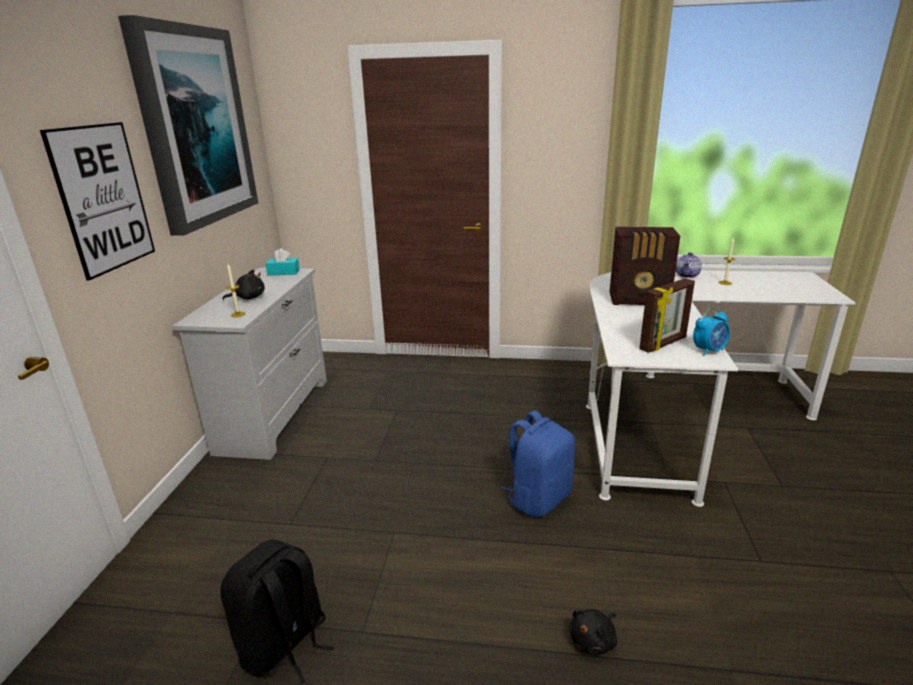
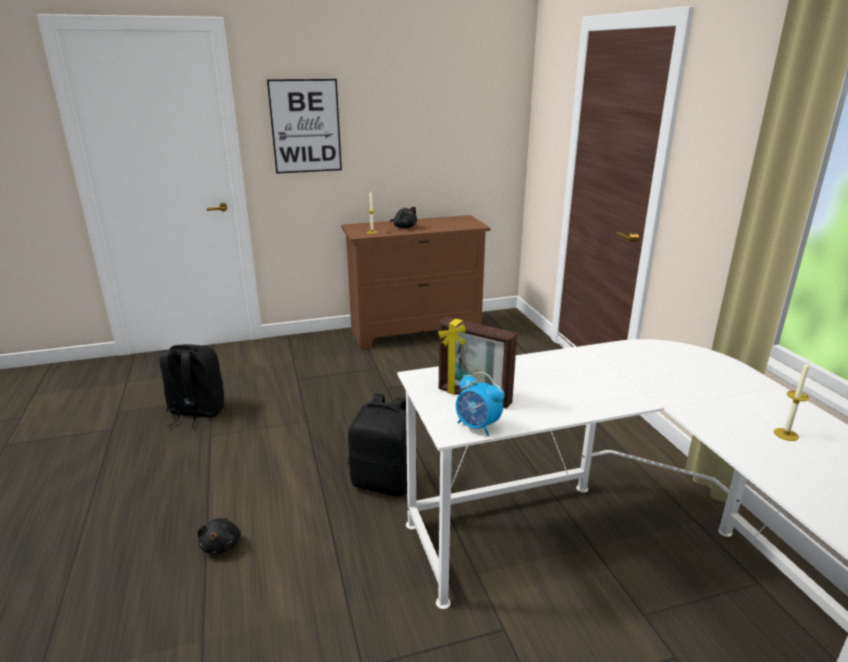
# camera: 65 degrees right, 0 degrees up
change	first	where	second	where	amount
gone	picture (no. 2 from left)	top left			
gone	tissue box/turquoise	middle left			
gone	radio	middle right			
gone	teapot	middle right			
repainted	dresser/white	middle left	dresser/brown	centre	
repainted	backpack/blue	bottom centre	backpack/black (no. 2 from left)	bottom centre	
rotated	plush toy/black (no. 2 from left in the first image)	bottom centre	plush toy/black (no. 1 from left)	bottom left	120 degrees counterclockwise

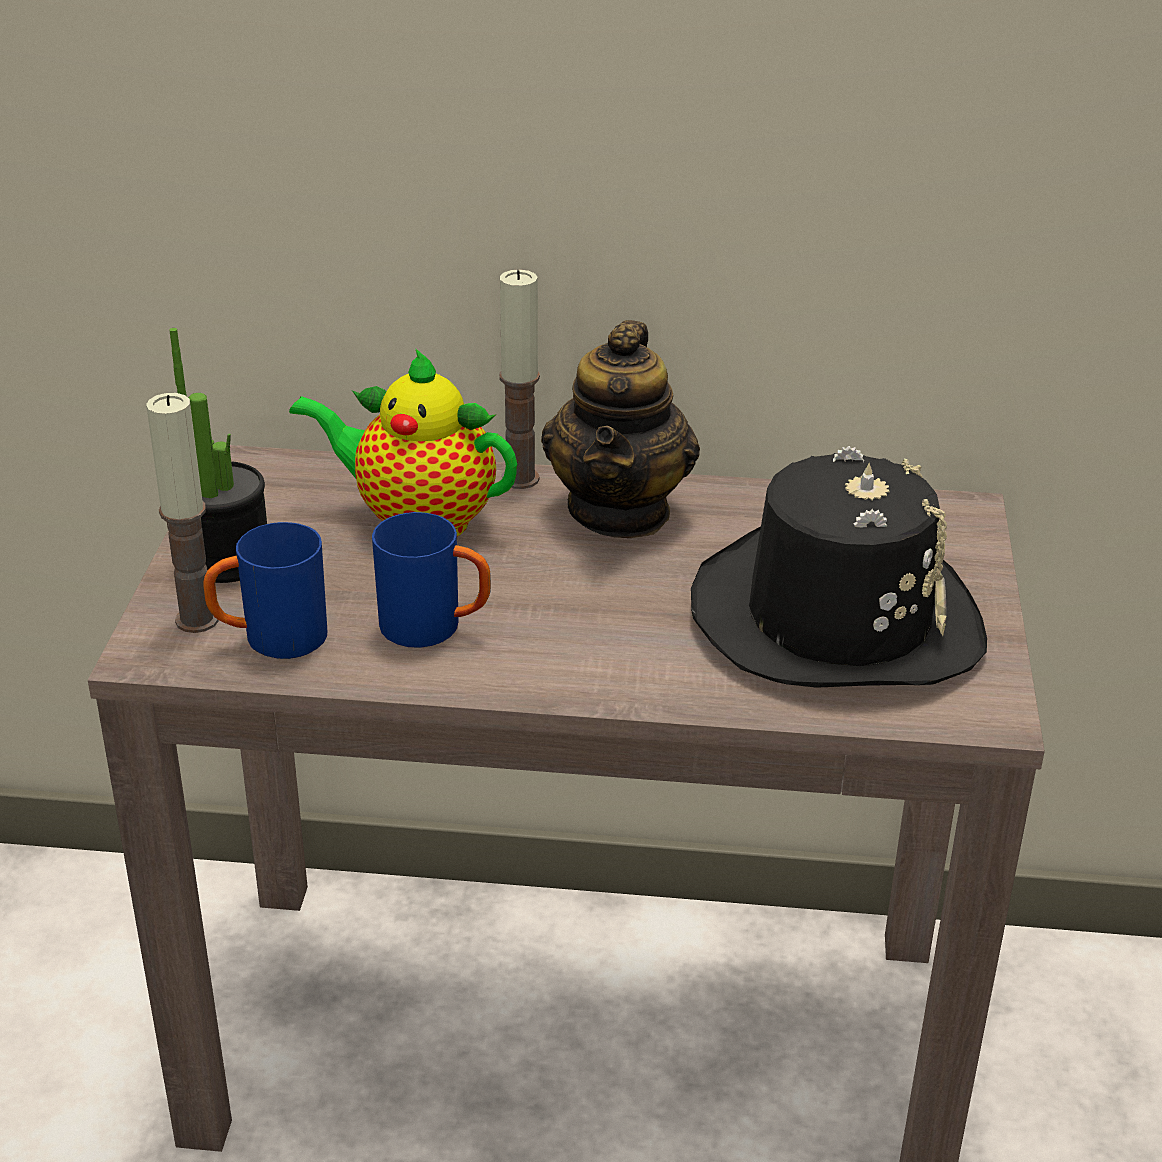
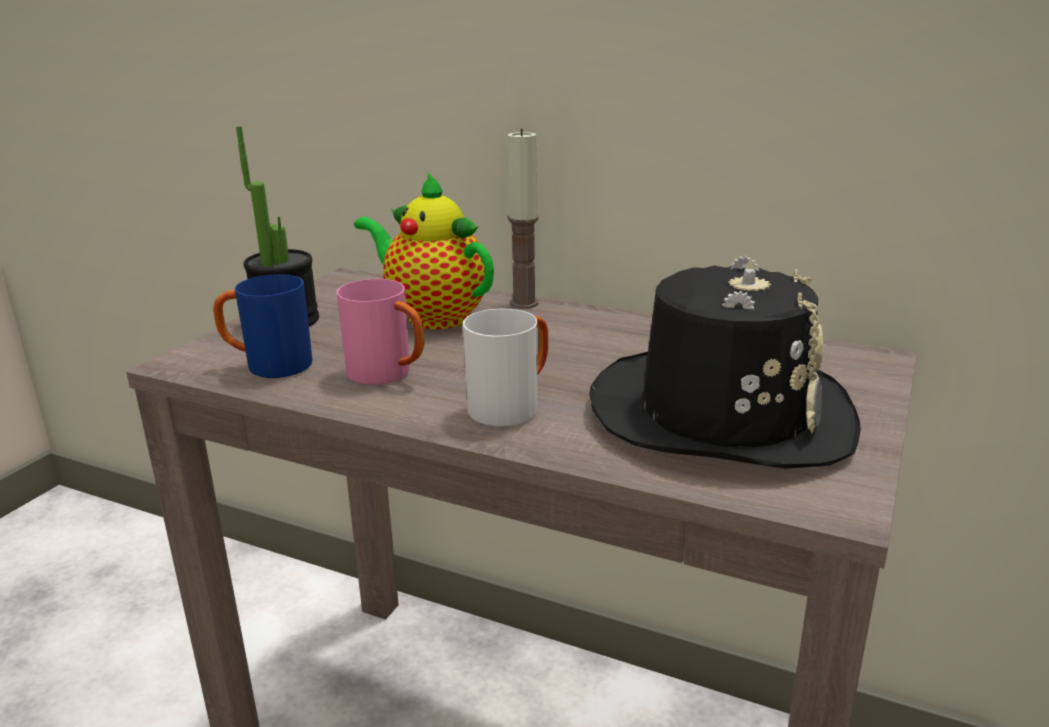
# camera: 20 degrees right, 10 degrees down
change	first	where	second	where	amount
gone	candle (no. 1 from left)	middle left			
gone	teapot (no. 2 from left)	centre			
new			mug/white	centre	
repainted	mug/blue (no. 2 from left)	centre	mug/pink	centre	

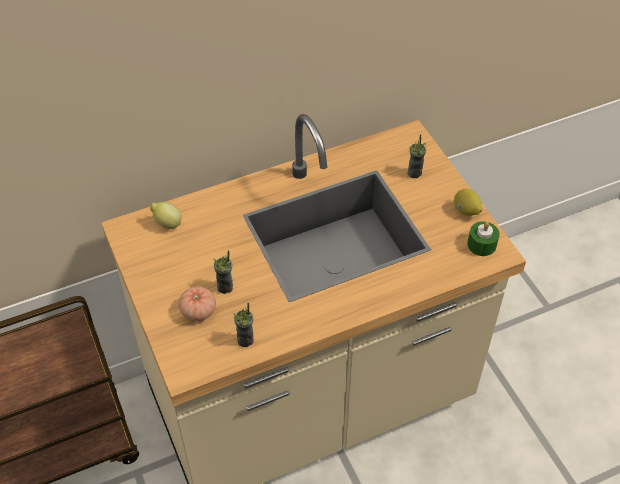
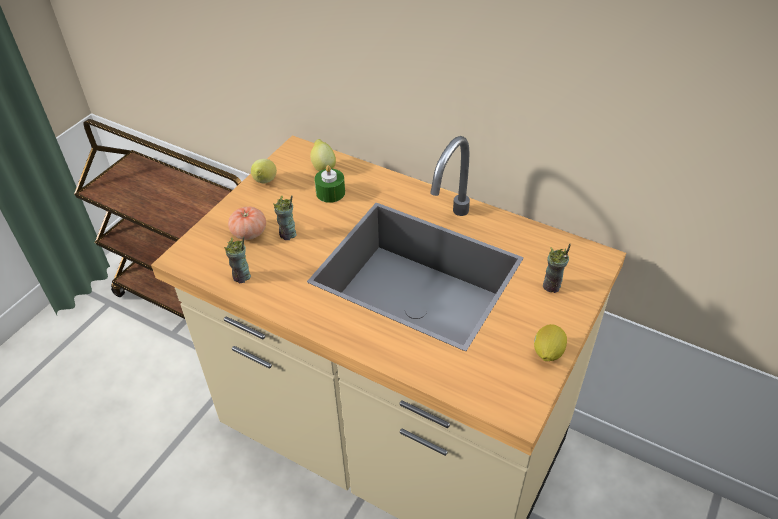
# camera: 55 degrees right, 5 degrees down
change	first	where	second	where	amount
new			lemon (no. 1 from left)	top centre	
shifted	candle/green	middle right		centre	

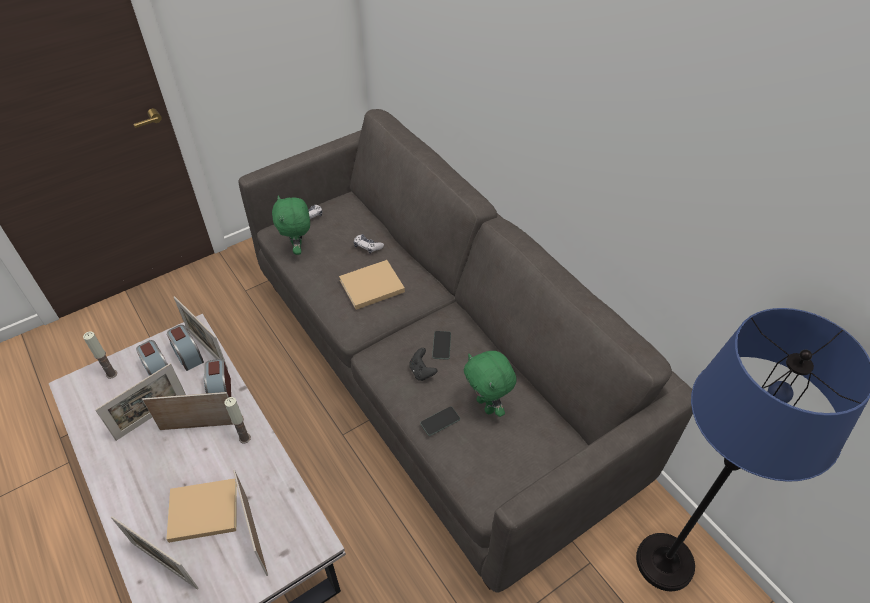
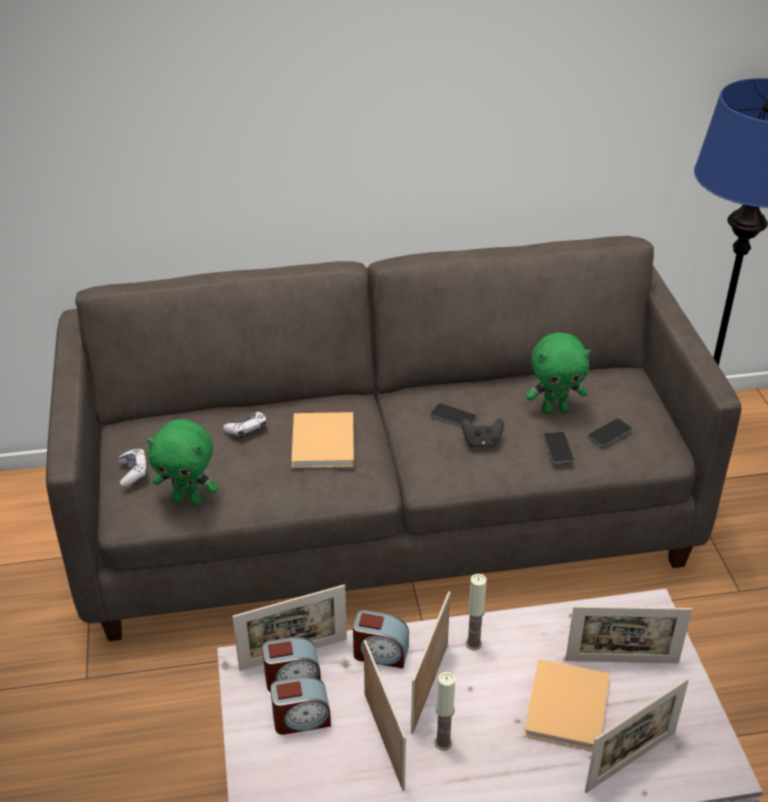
# camera: 65 degrees left, 10 degrees down
change	first	where	second	where	amount
new			phone (no. 3 from left)	middle right	
shifted	candle (no. 1 from left)	middle left		bottom centre	

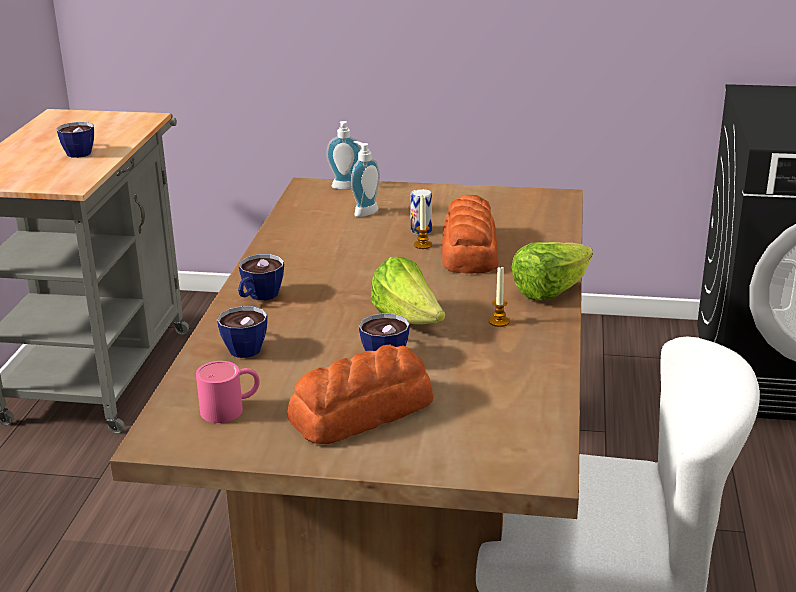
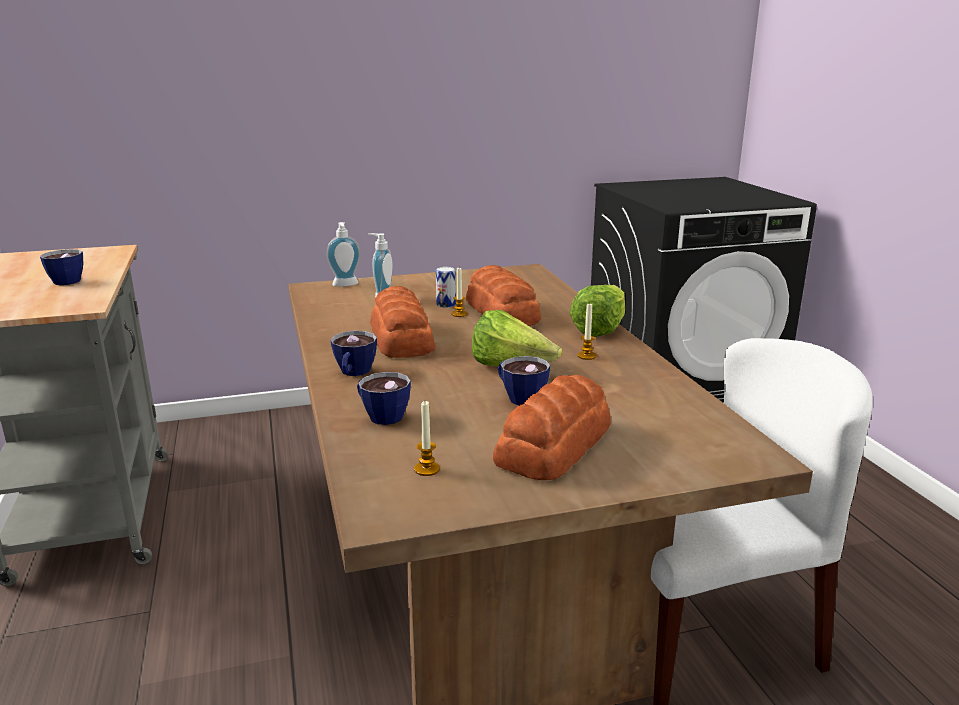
# camera: 25 degrees left, 5 degrees down
change	first	where	second	where	amount
new			bread (no. 1 from left)	centre	
swapped	mug/pink	middle left	candle (no. 1 from left)	centre	

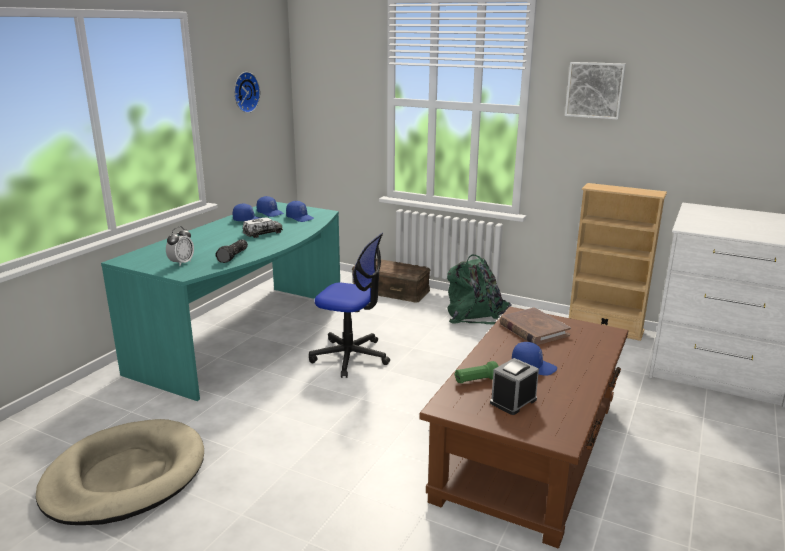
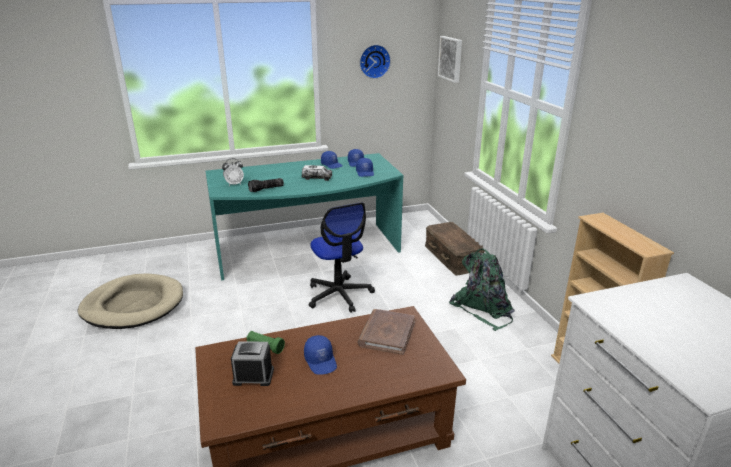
# camera: 45 degrees right, 5 degrees up
change	first	where	second	where	amount
shifted	picture	top right		top centre	

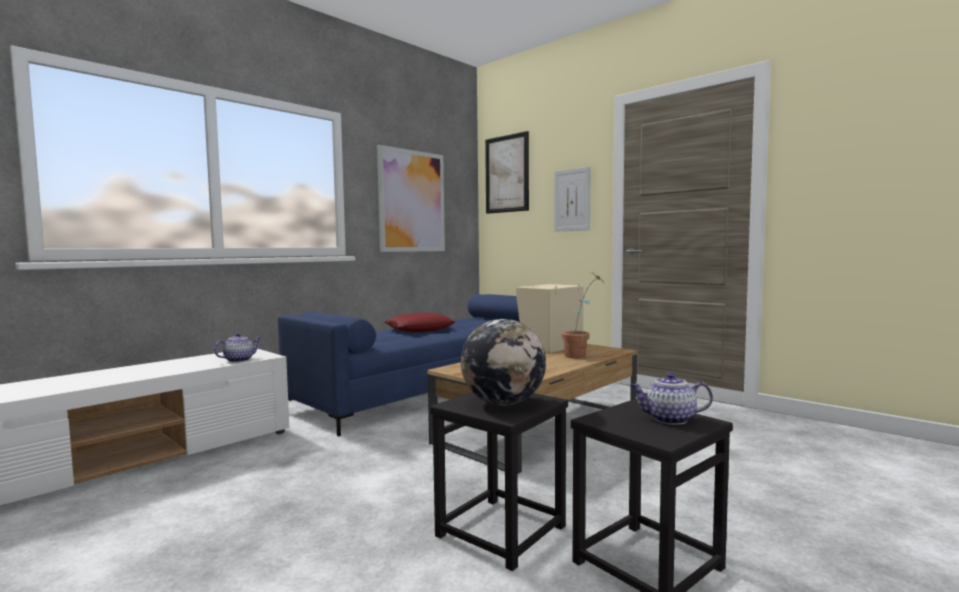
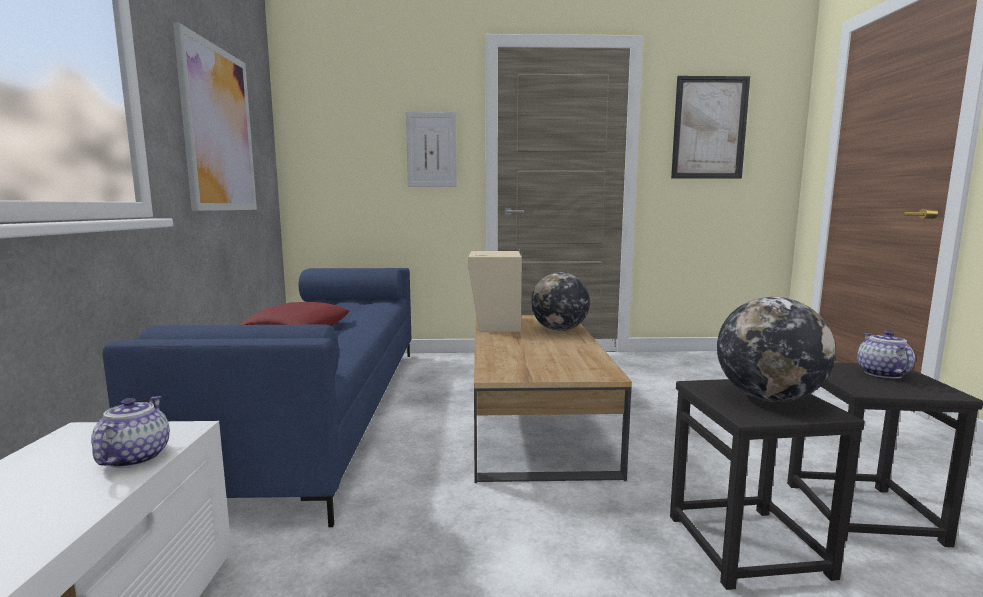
# camera: 45 degrees left, 5 degrees up
change	first	where	second	where	amount
shifted	picture (no. 2 from left in the first image)	top centre	picture (no. 3 from left)	top right	
swapped	potted plant	centre	globe (no. 1 from left)	centre	
rotated	teapot (no. 2 from left)	bottom right		middle right	135 degrees clockwise

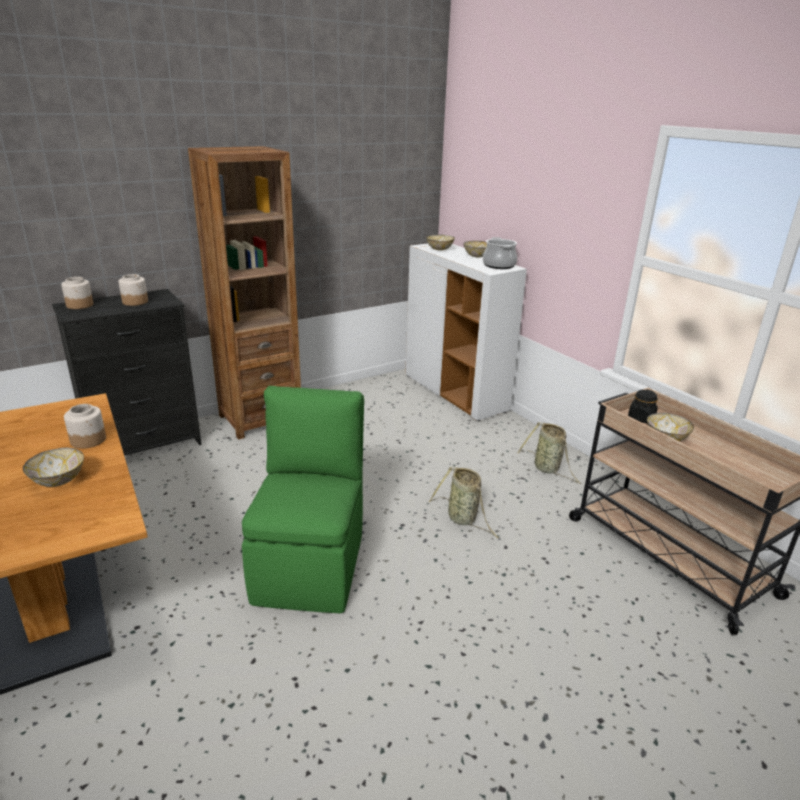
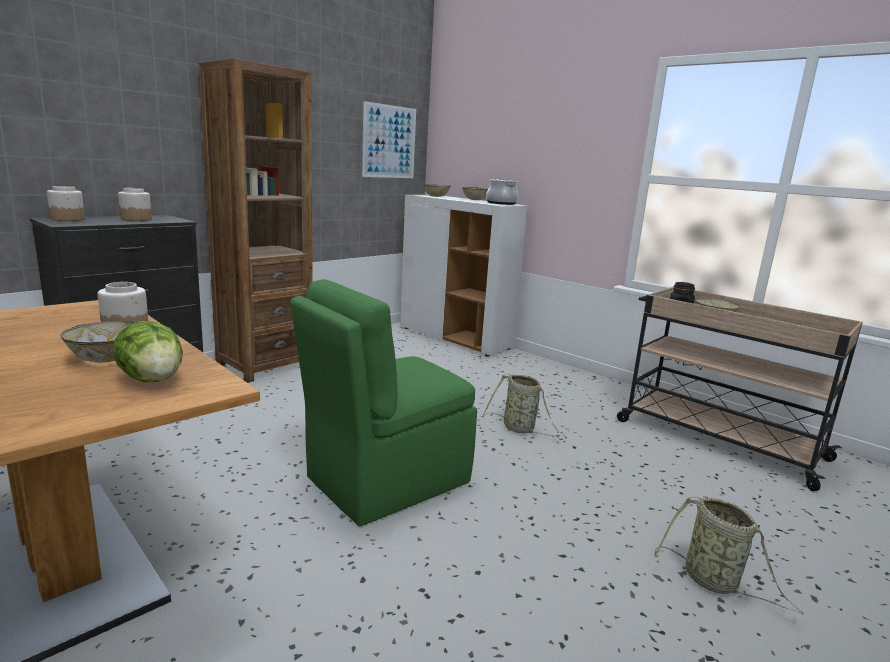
# camera: 15 degrees left, 10 degrees down
change	first	where	second	where	amount
new			lettuce	middle left	
new			picture	top centre	
shifted	basket (no. 2 from left)	middle right		bottom right	
rotated	chair/green	centre		centre	120 degrees counterclockwise

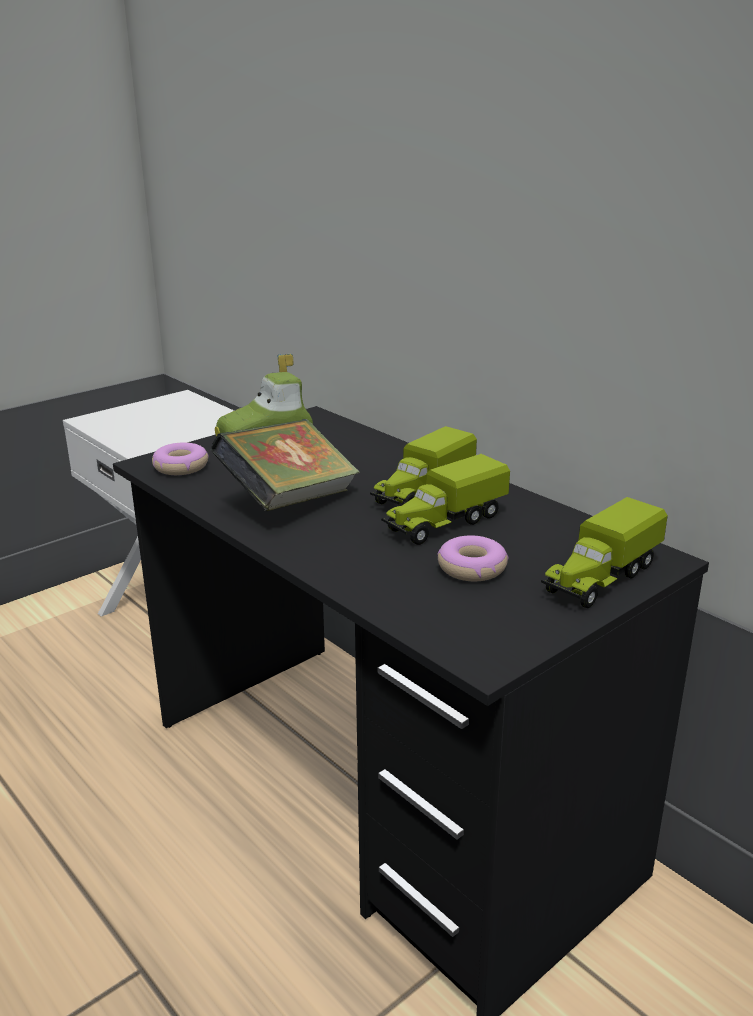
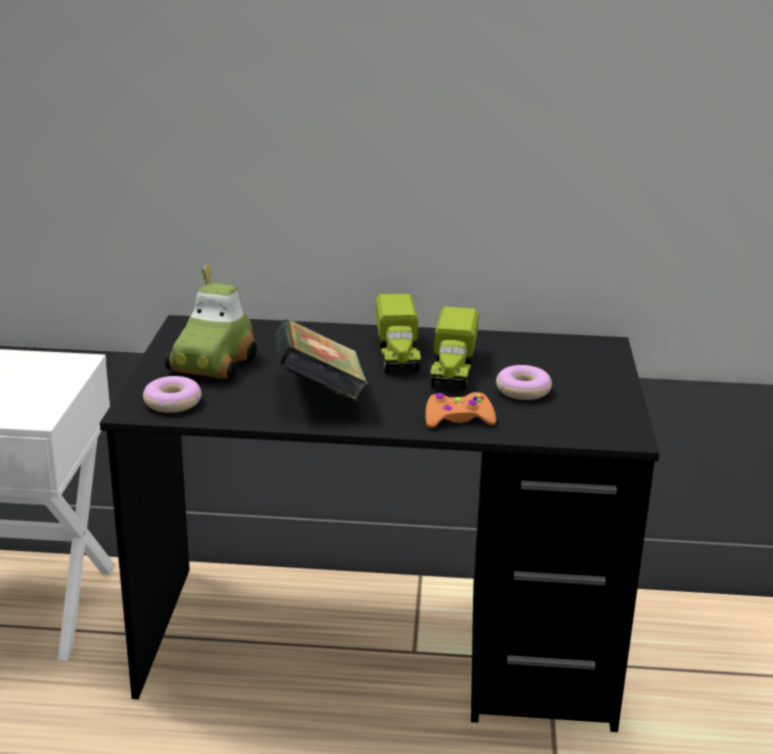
# camera: 45 degrees left, 0 degrees up
change	first	where	second	where	amount
gone	toy truck (no. 3 from left)	middle right			
new			game controller/orange	centre	

